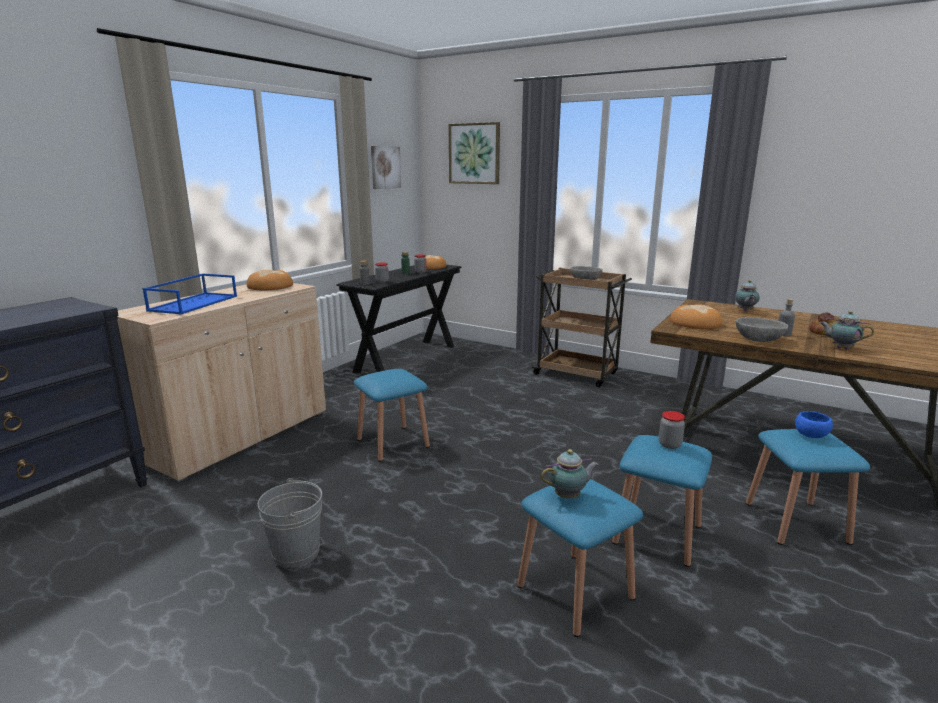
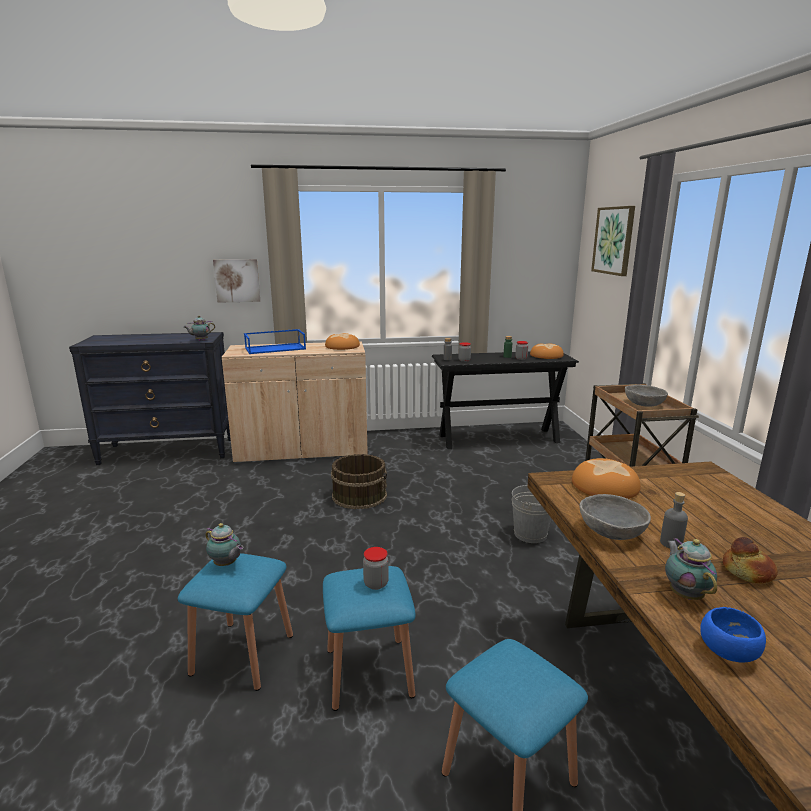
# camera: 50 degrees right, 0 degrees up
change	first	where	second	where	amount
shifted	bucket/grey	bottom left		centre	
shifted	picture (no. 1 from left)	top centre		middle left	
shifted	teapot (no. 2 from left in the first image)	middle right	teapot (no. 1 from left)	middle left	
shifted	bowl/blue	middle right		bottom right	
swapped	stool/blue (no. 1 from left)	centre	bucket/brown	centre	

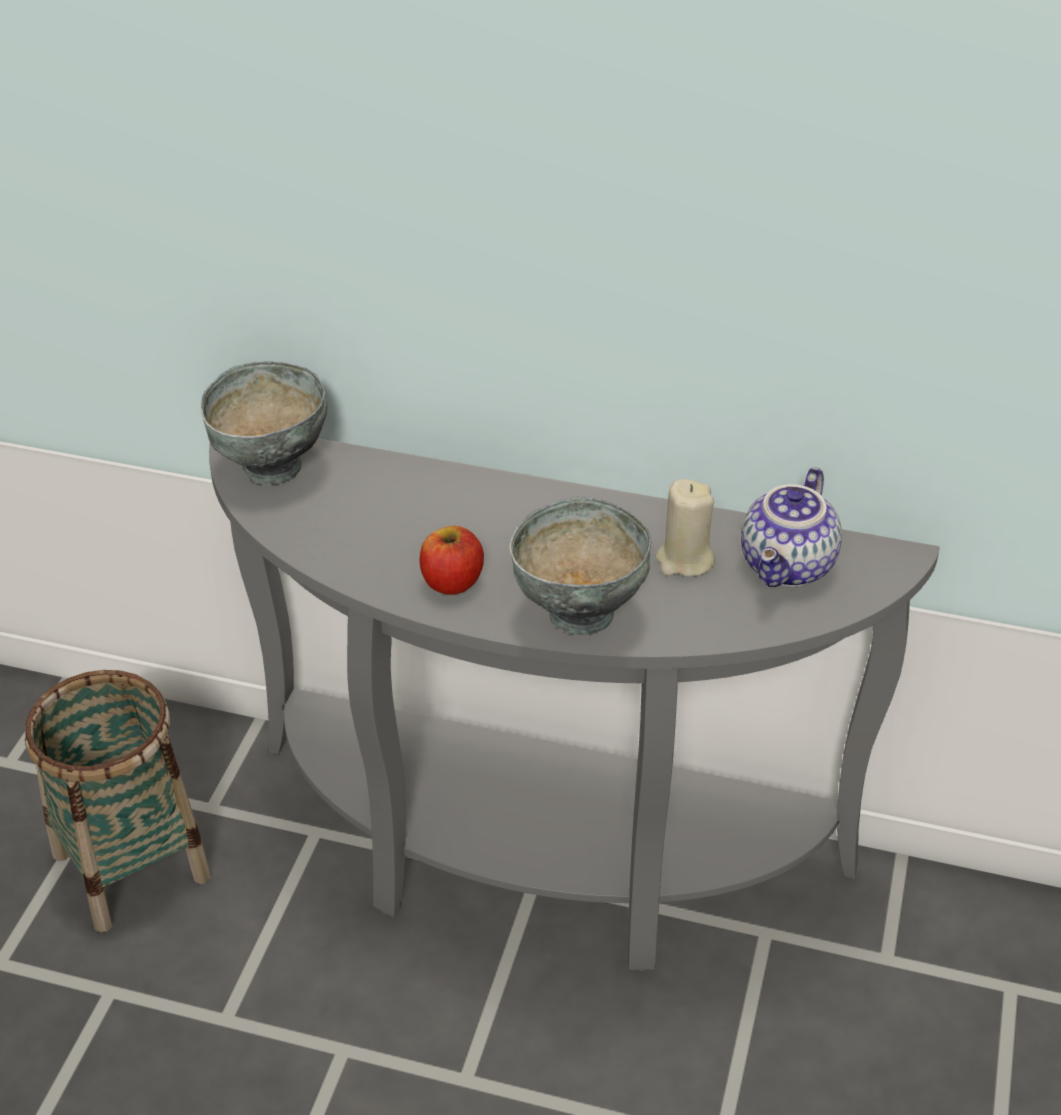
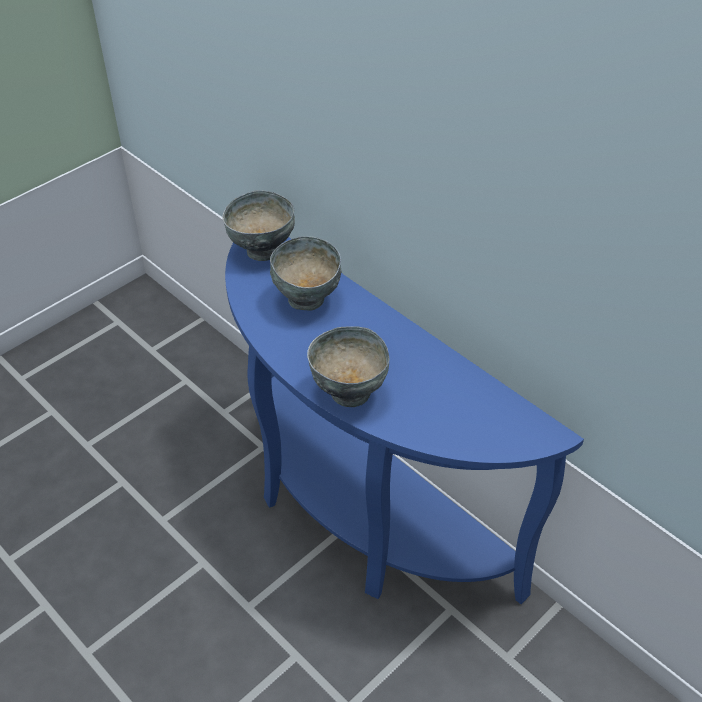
# camera: 30 degrees right, 5 degrees up
change	first	where	second	where	amount
gone	basket	bottom left			
gone	apple	centre			
gone	candle/beige	centre			
gone	teapot	middle right			
new			bowl/grey (no. 2 from left)	centre	
repainted	console table/grey	centre	console table/blue	centre	

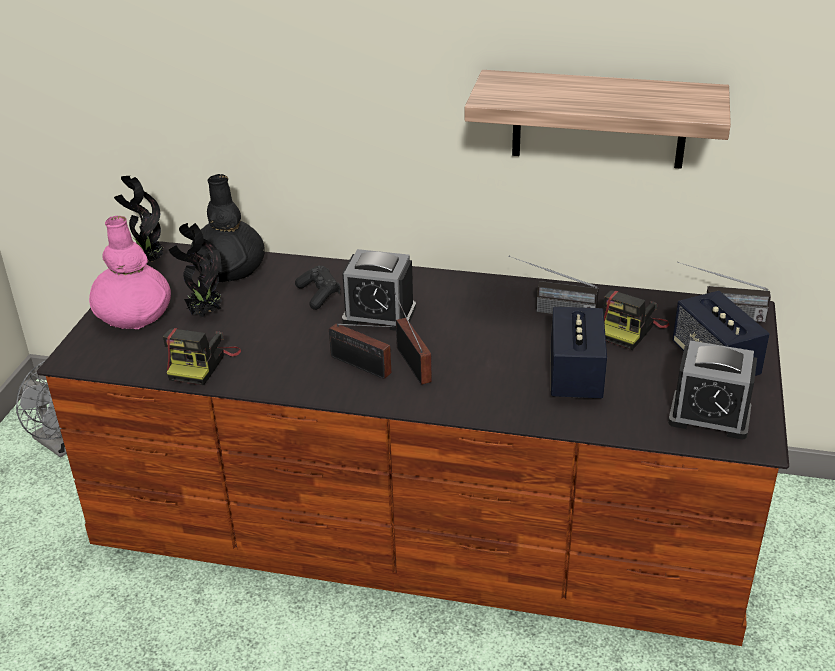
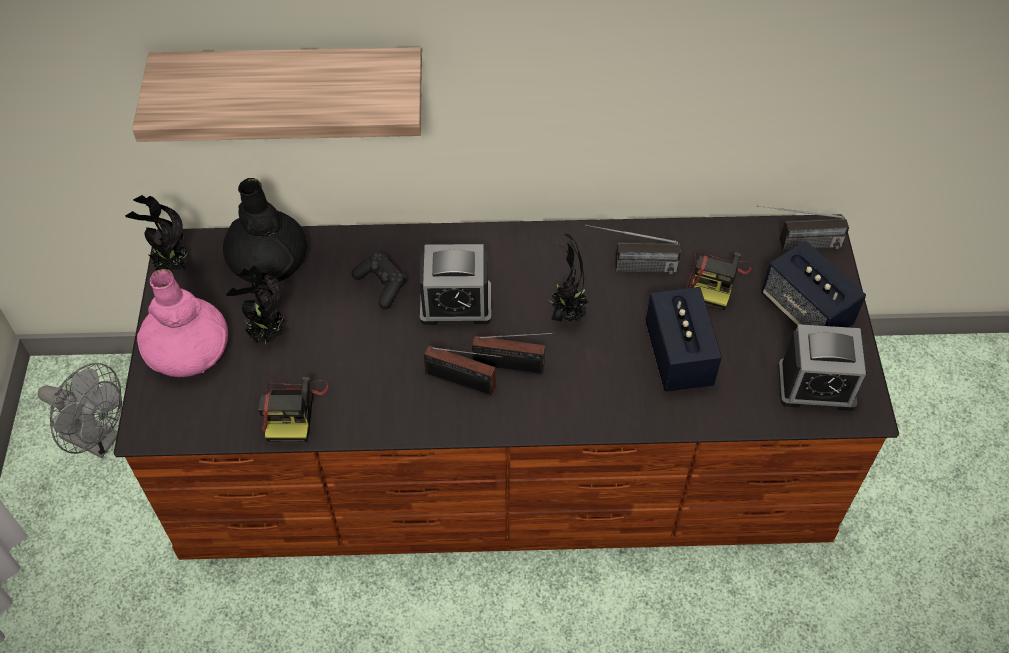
# camera: 15 degrees left, 20 degrees up
change	first	where	second	where	amount
new			potted plant (no. 3 from left)	centre	
shifted	shelf	top right		top left	
rotated	radio (no. 2 from left)	centre		centre	135 degrees clockwise

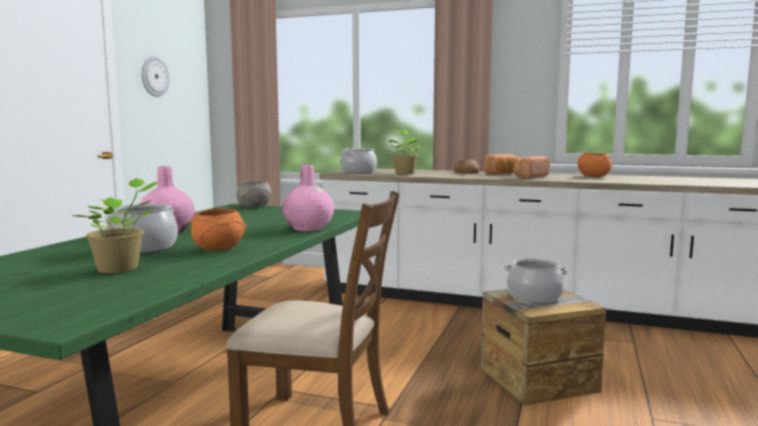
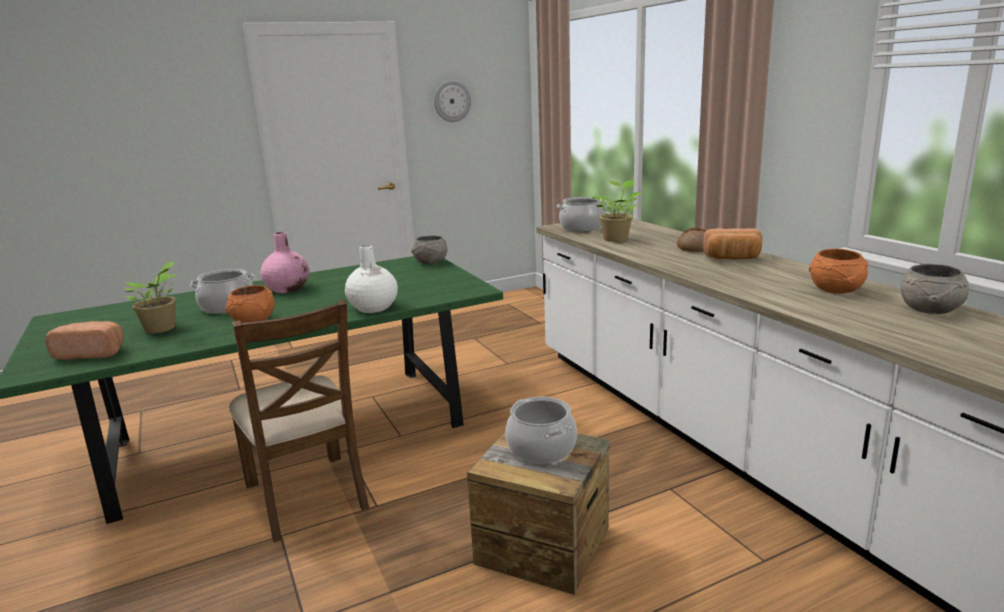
# camera: 45 degrees right, 10 degrees up
change	first	where	second	where	amount
new			bowl/grey (no. 2 from left)	middle right	
shifted	bread (no. 3 from left in the first image)	middle right	bread (no. 1 from left)	middle left	
repainted	vase/pink (no. 2 from left)	centre	vase/white	centre	

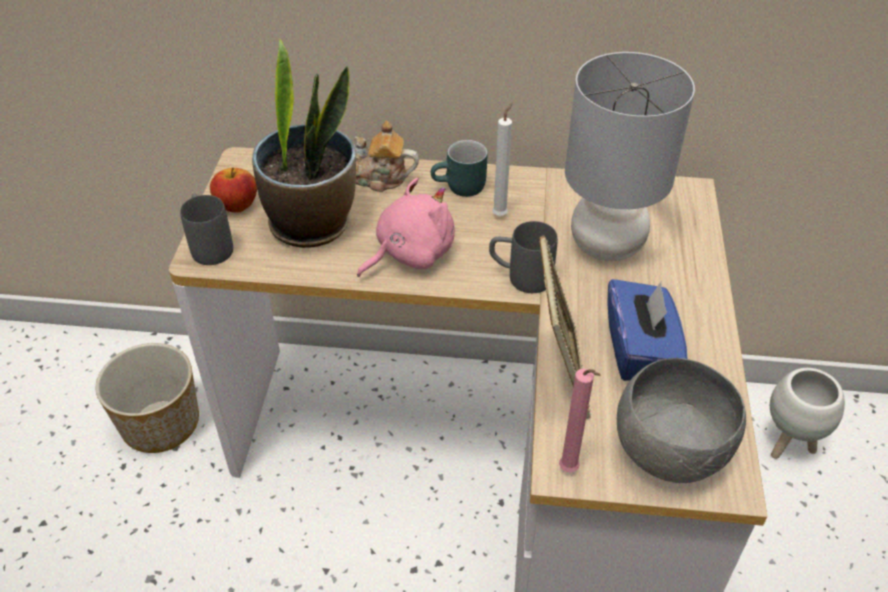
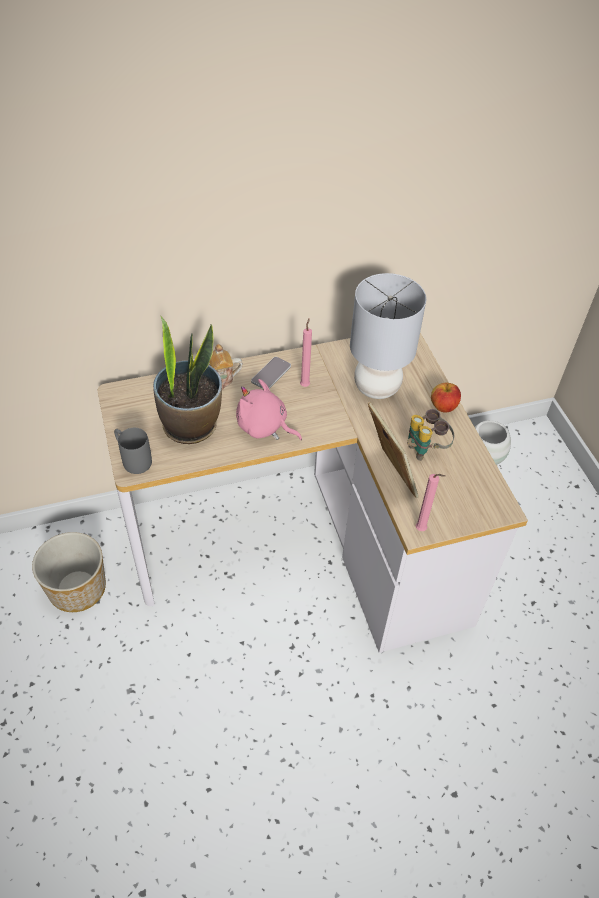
# camera: 25 degrees left, 5 degrees up
change	first	where	second	where	amount
gone	mug/grey (no. 2 from left)	centre			
gone	bowl/grey	bottom right			
shifted	apple	top left		middle right	
swapped	mug/turquoise	top centre	phone	centre	
swapped	tissue box/blue	middle right	binoculars	middle right	
repainted	candle/white	top centre	candle/pink (no. 1 from left)	centre	
rotated	plush toy/pink	centre		centre	90 degrees counterclockwise

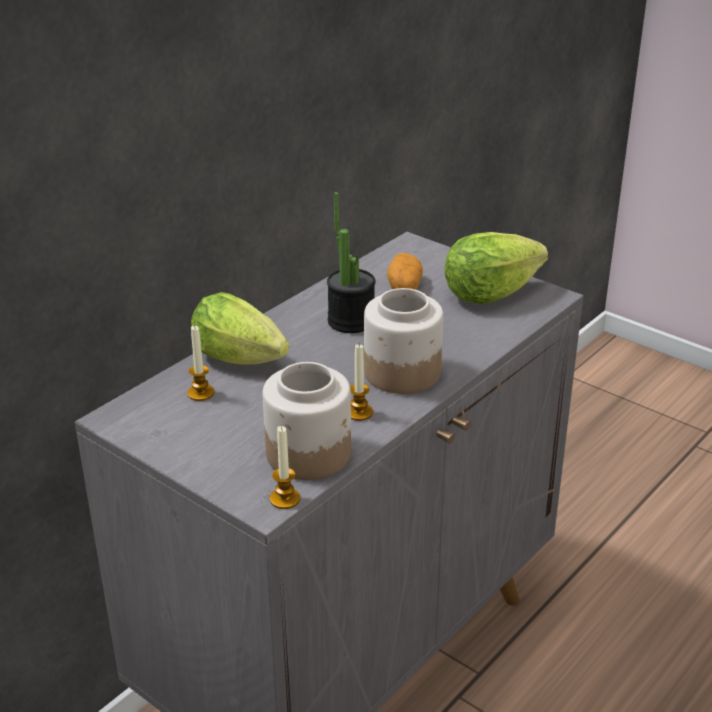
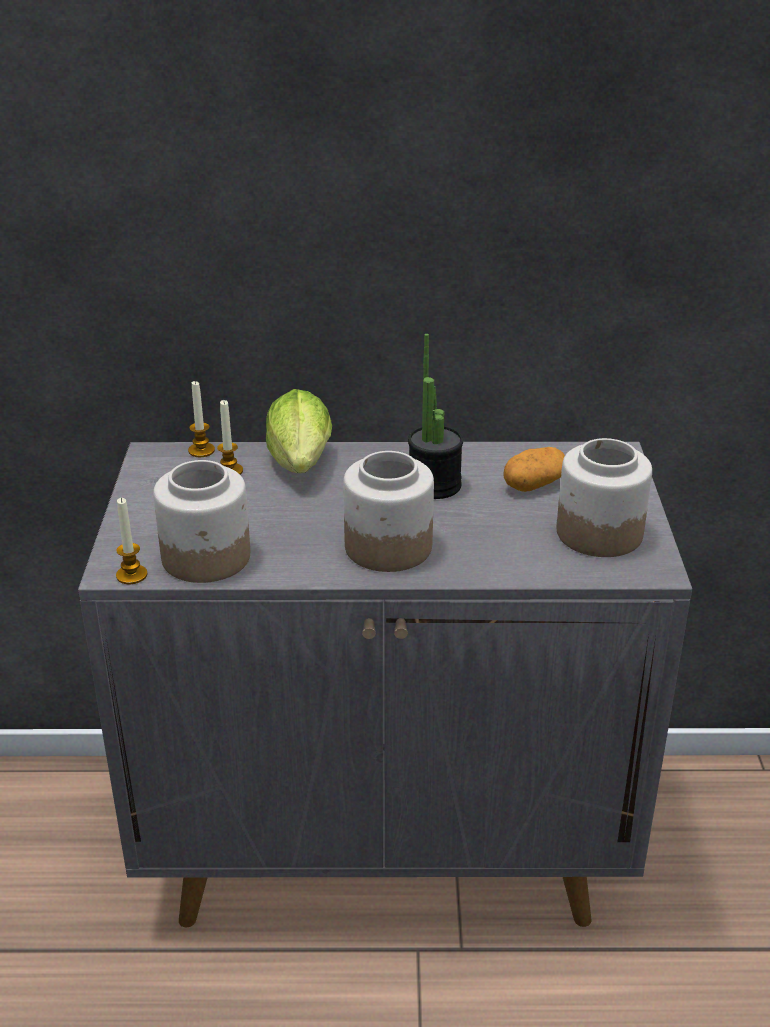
# camera: 50 degrees right, 0 degrees up
change	first	where	second	where	amount
shifted	candle (no. 3 from left in the first image)	centre	candle (no. 2 from left)	middle left	
swapped	lettuce (no. 2 from left)	middle right	jar (no. 3 from left)	middle right	

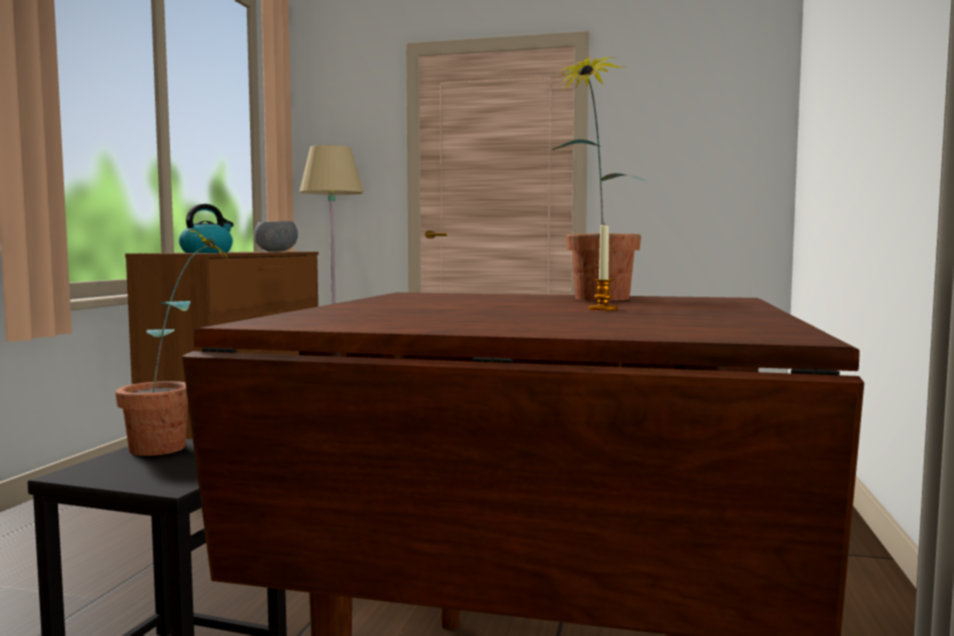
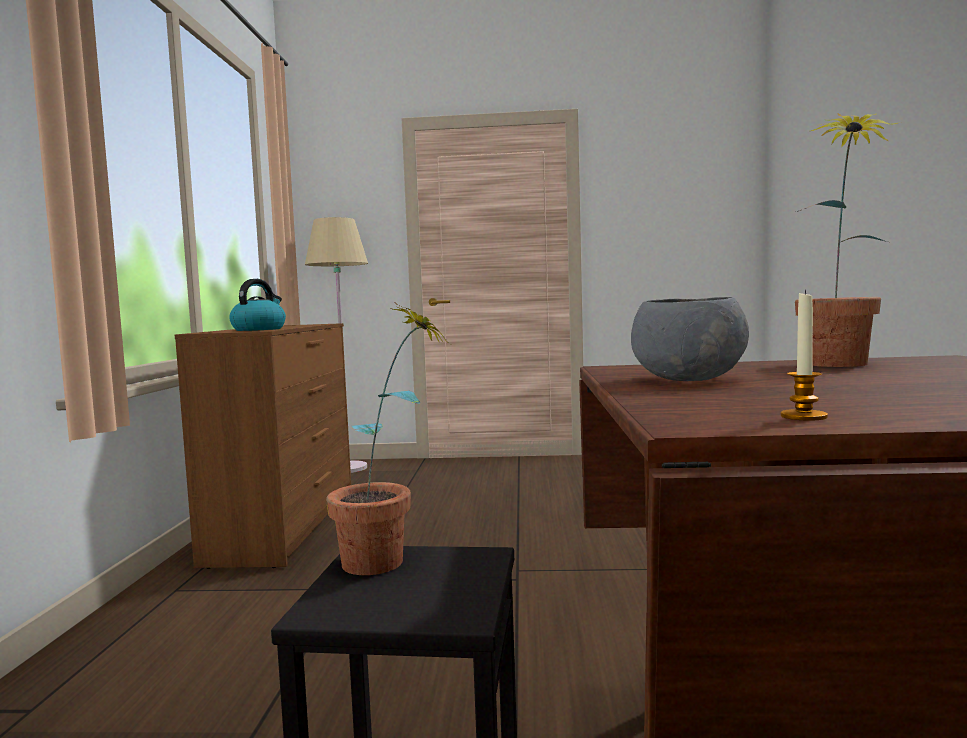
# camera: 10 degrees left, 0 degrees up
change	first	where	second	where	amount
shifted	bowl/grey	middle left		middle right	
shifted	candle	centre		middle right	

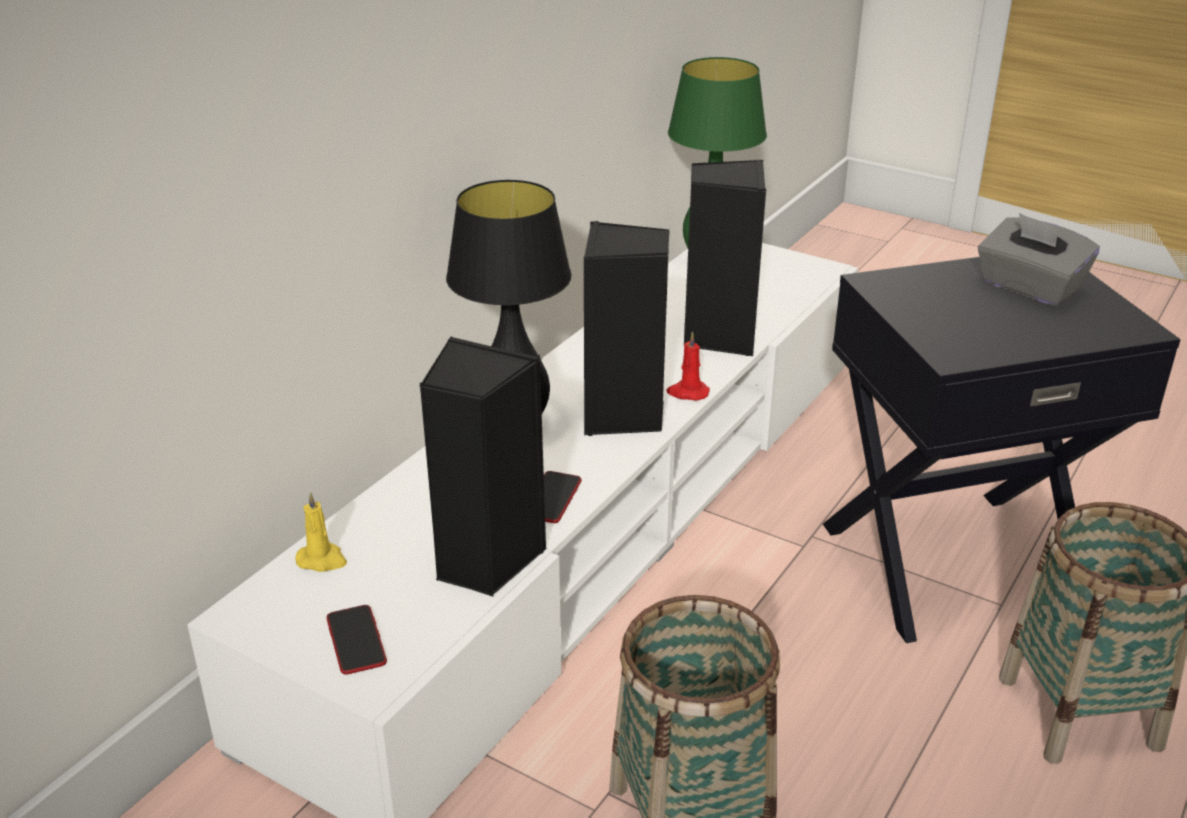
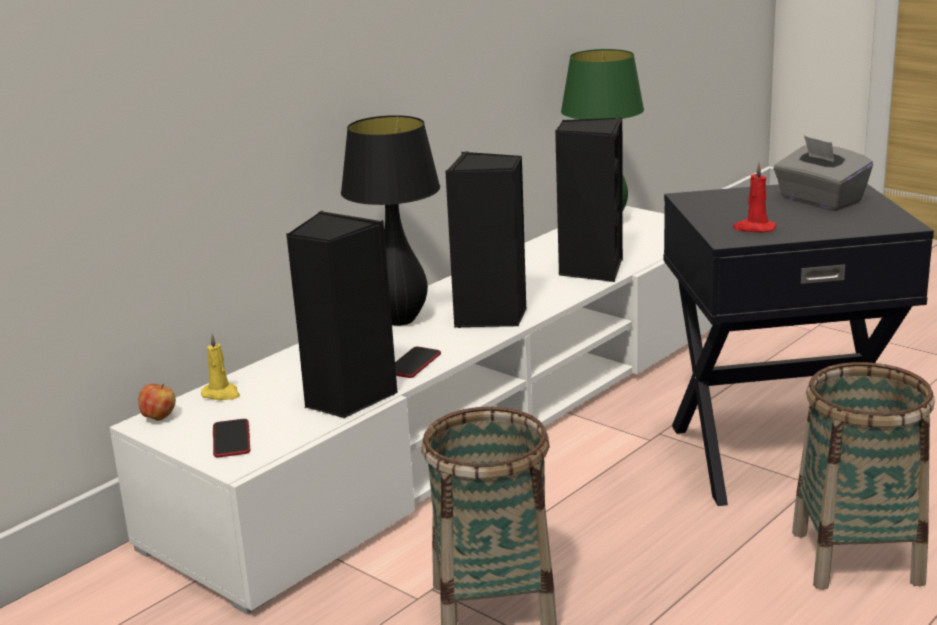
# camera: 10 degrees right, 10 degrees down
change	first	where	second	where	amount
new			apple	middle left	
shifted	candle/red	centre		top right	

